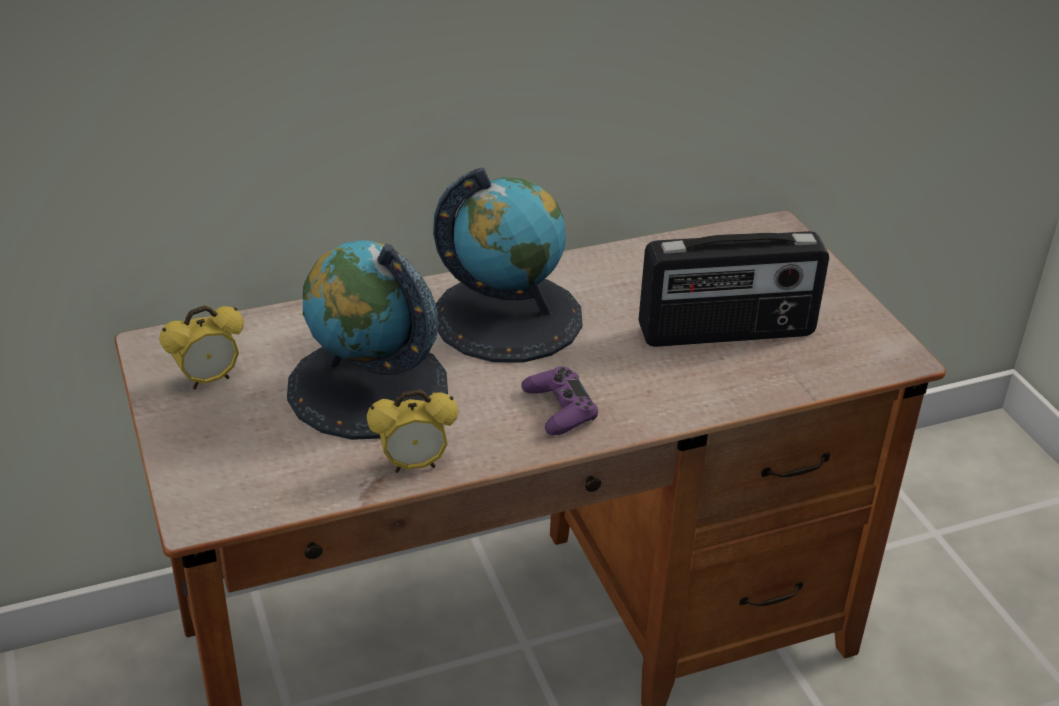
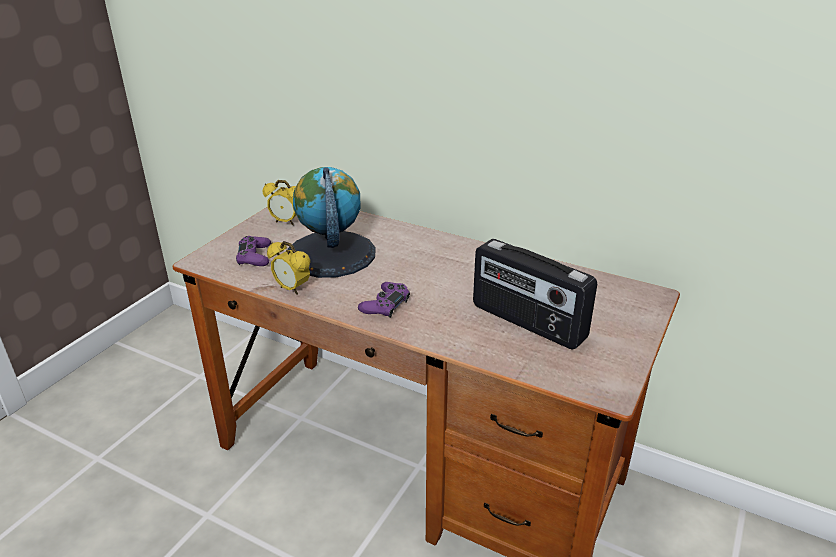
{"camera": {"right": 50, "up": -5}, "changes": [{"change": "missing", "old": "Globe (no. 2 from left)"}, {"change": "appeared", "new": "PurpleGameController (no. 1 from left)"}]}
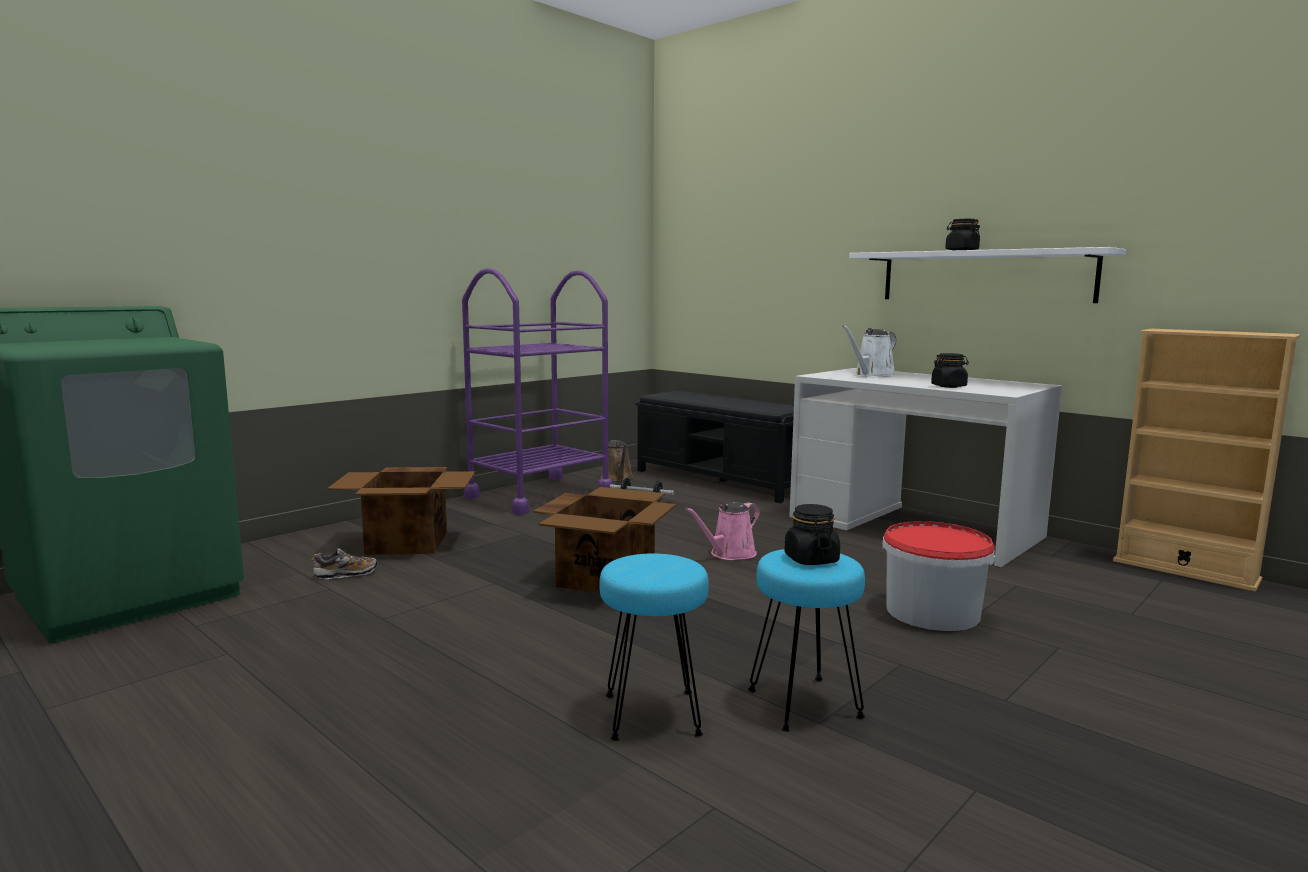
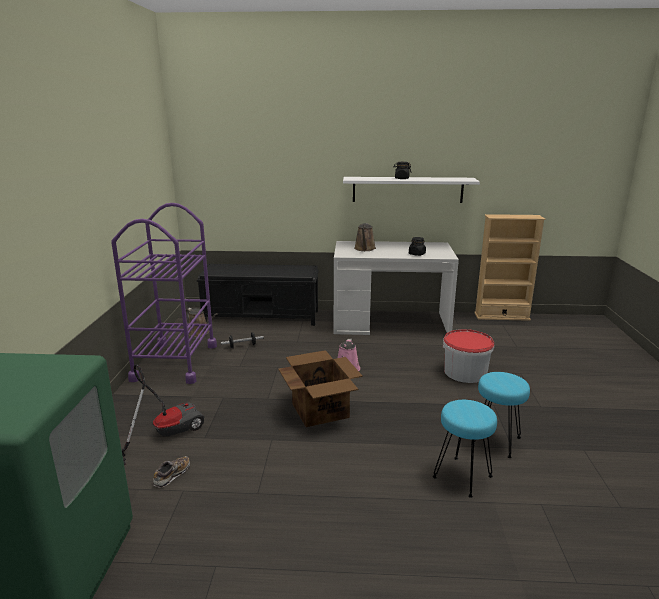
{"camera": {"right": -40, "up": 10}, "changes": [{"change": "exchanged", "old": "CardboardBox (no. 1 from left)", "new": "VacuumCleaner"}, {"change": "missing", "old": "BlackJar (no. 1 from left)"}, {"change": "colour", "old": "WhiteWateringCan", "new": "BrownWateringCan (no. 2 from left)"}]}
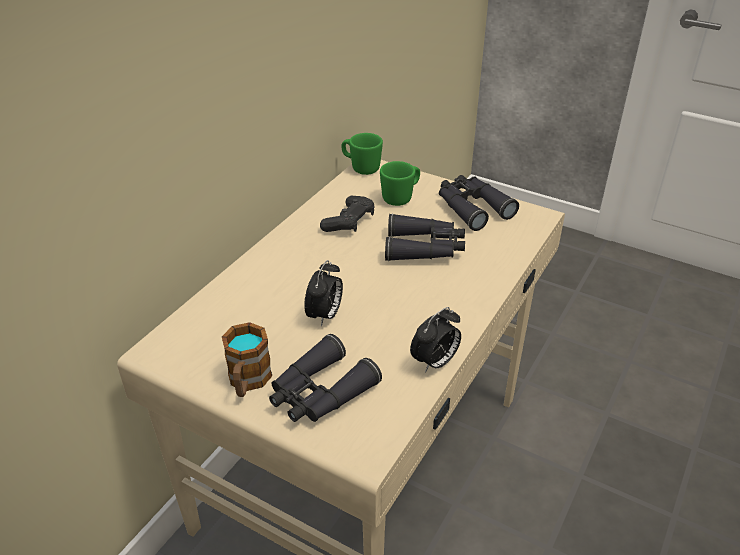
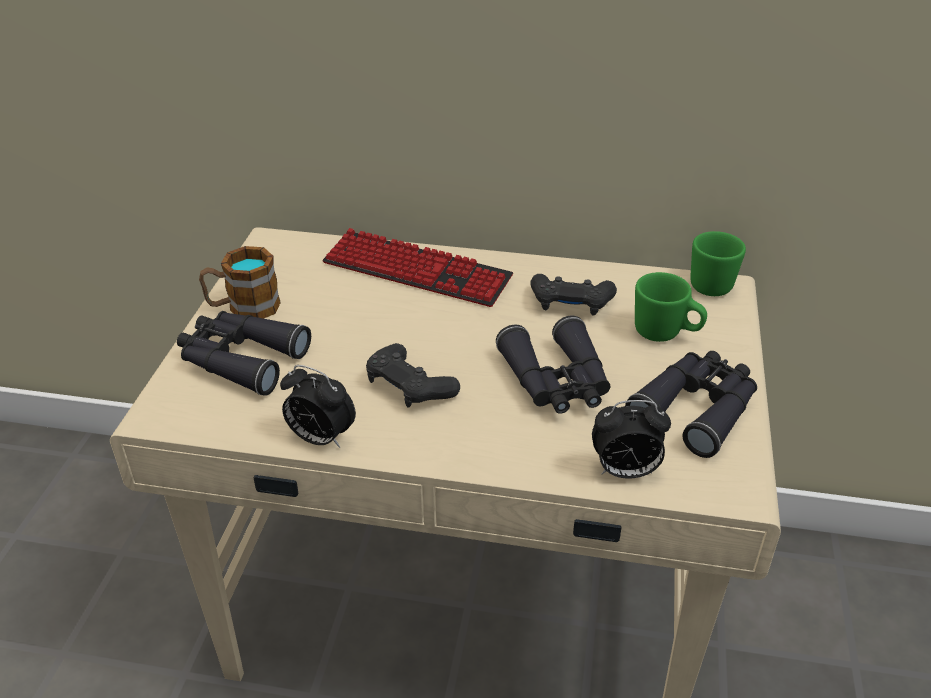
{"camera": {"right": 70, "up": 0}, "changes": [{"change": "relocated", "old": "AlarmClock (no. 1 from left in the first image)", "new": "AlarmClock (no. 2 from left)"}, {"change": "appeared", "new": "Keyboard"}, {"change": "appeared", "new": "BlackGameController (no. 1 from left)"}]}
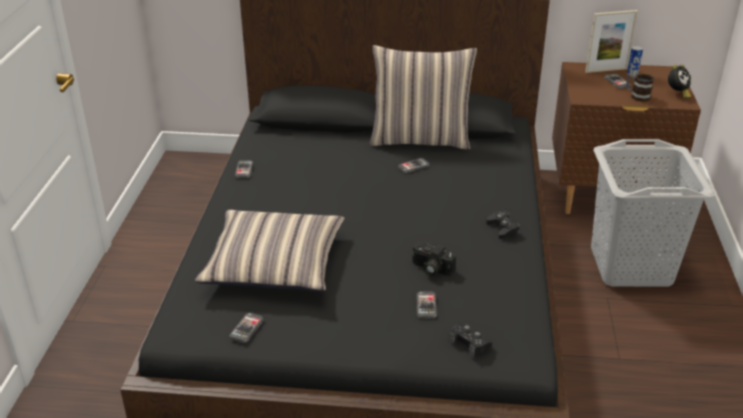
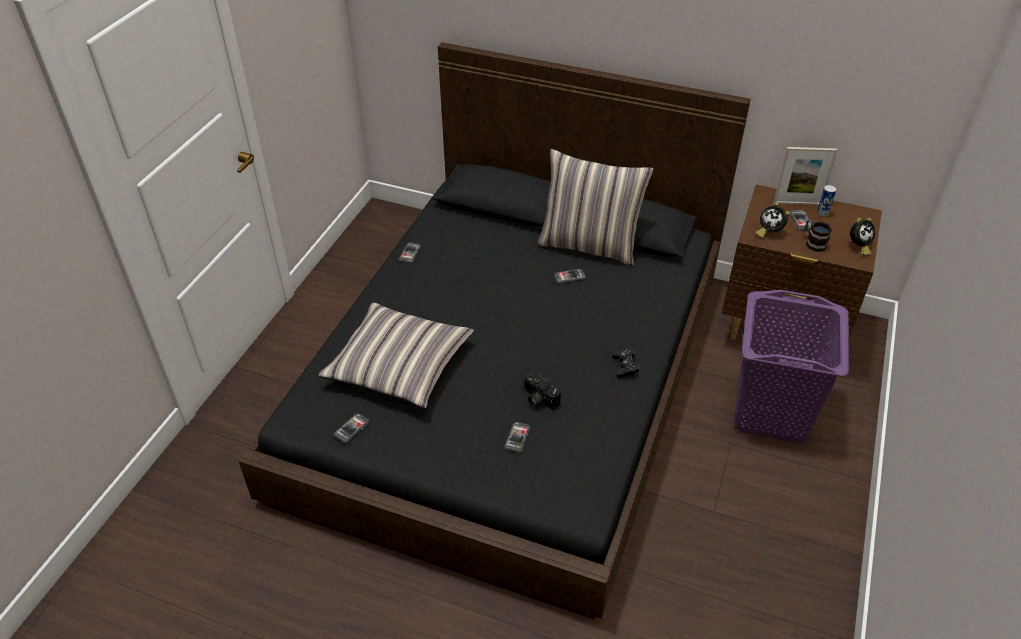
{"camera": {"right": 15, "up": 10}, "changes": [{"change": "missing", "old": "BlackGameController (no. 1 from left)"}, {"change": "colour", "old": "GreyLaundryBasket", "new": "PurpleLaundryBasket"}, {"change": "appeared", "new": "AlarmClock (no. 1 from left)"}]}
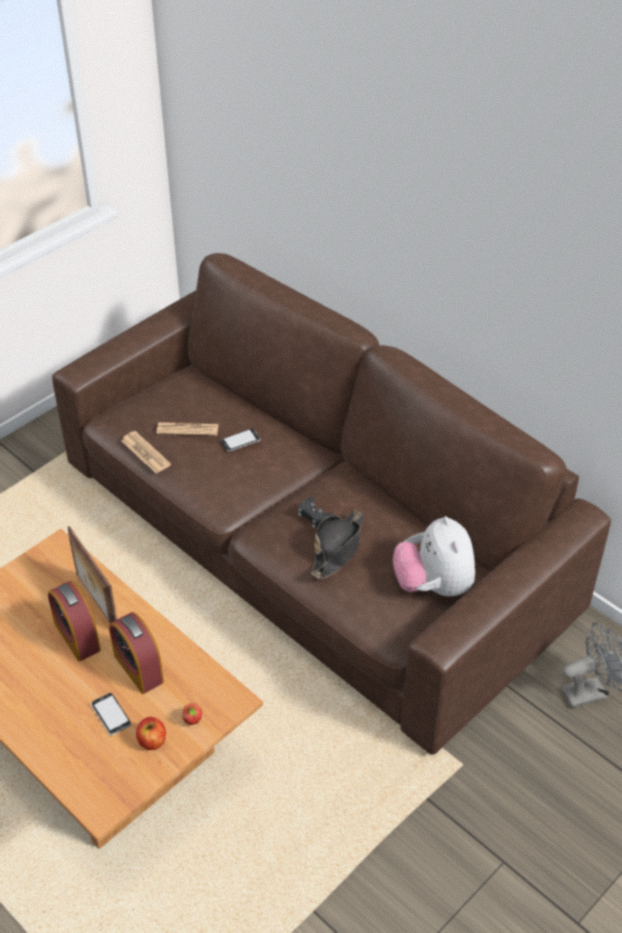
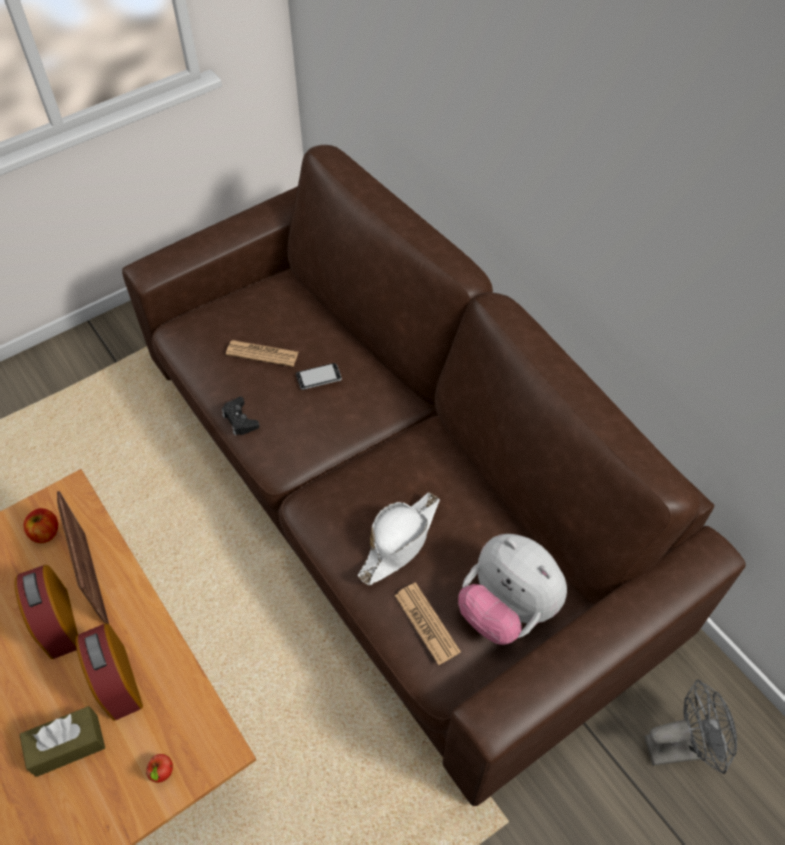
{"camera": {"right": 10, "up": 10}, "changes": [{"change": "exchanged", "old": "Phone (no. 1 from left)", "new": "BrownTissueBox"}, {"change": "relocated", "old": "Newspaper (no. 1 from left in the first image)", "new": "Newspaper (no. 2 from left)"}, {"change": "relocated", "old": "Apple (no. 1 from left)"}, {"change": "relocated", "old": "BlackGameController"}, {"change": "colour", "old": "BlackHat", "new": "WhiteHat"}, {"change": "spun", "old": "PlushToy", "degrees": -45}]}
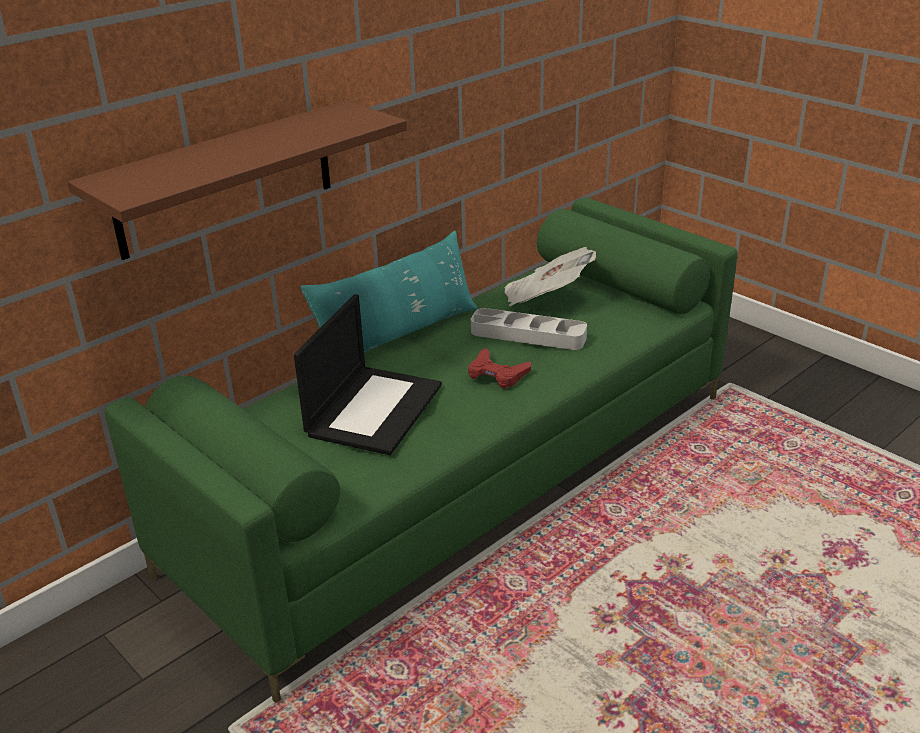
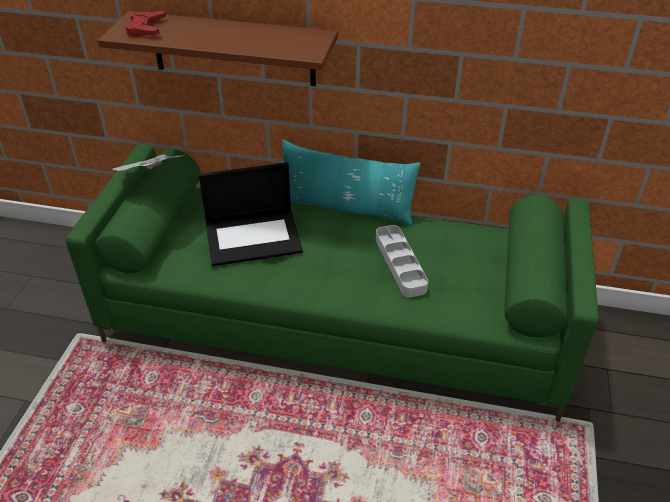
{"camera": {"right": 55, "up": 10}, "changes": [{"change": "relocated", "old": "RedGameController"}, {"change": "relocated", "old": "Newspaper"}]}
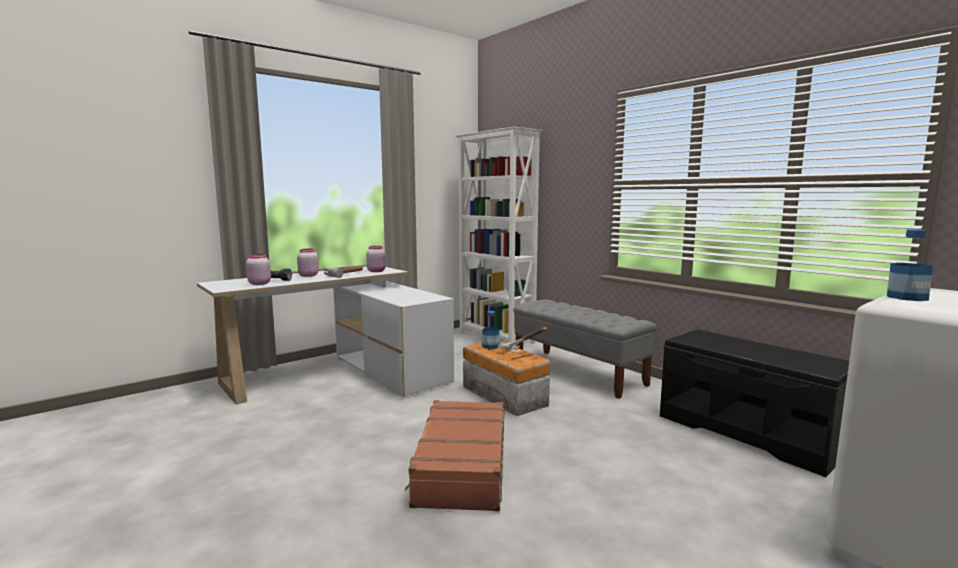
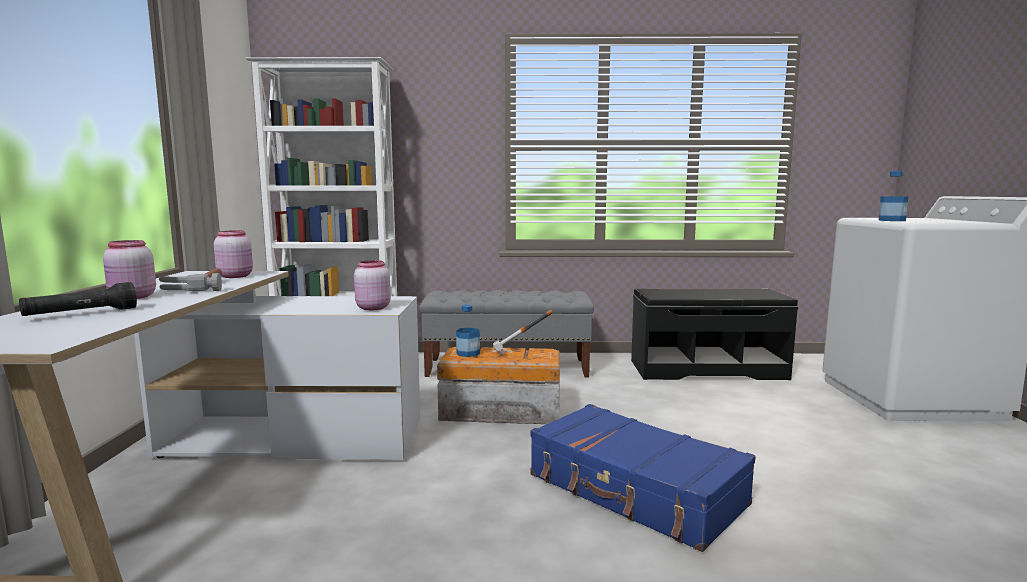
{"camera": {"right": -50, "up": 0}, "changes": [{"change": "relocated", "old": "PinkJar (no. 1 from left in the first image)", "new": "PinkJar (no. 3 from left)"}, {"change": "colour", "old": "BrownSuitcase", "new": "BlueSuitcase"}]}
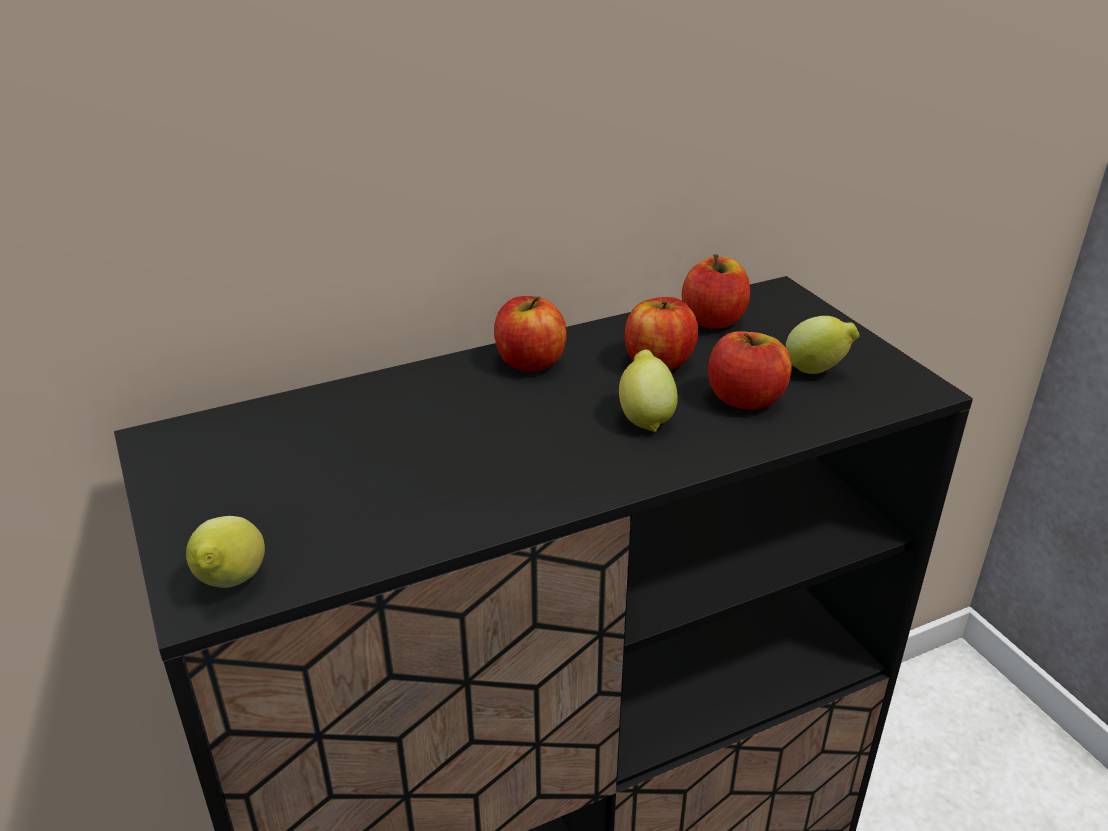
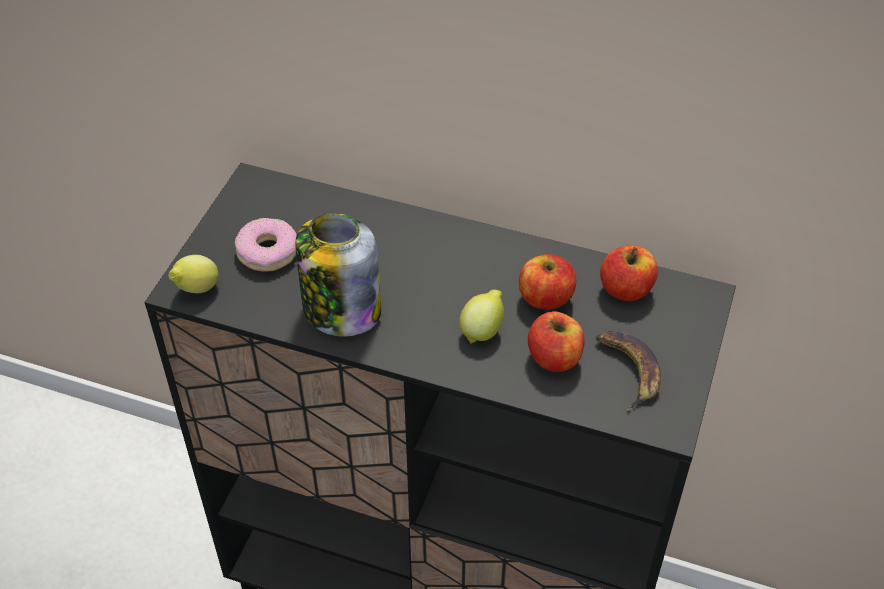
{"camera": {"right": 45, "up": 15}, "changes": [{"change": "missing", "old": "Apple (no. 1 from left)"}, {"change": "exchanged", "old": "Lemon (no. 3 from left)", "new": "Banana"}, {"change": "appeared", "new": "Donut"}, {"change": "appeared", "new": "Jar"}]}
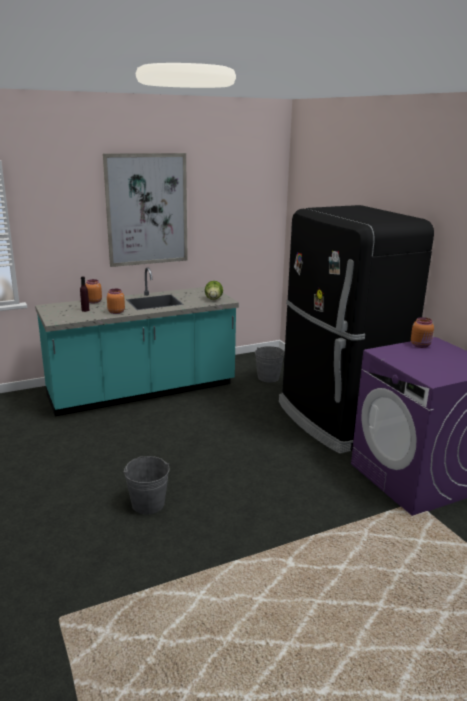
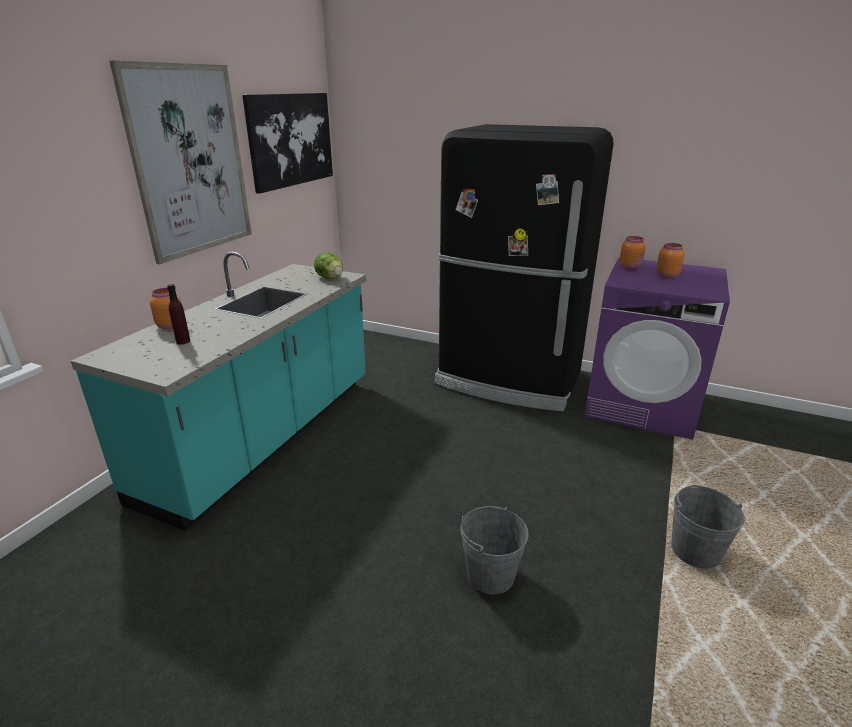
{"camera": {"right": -40, "up": 5}, "changes": [{"change": "relocated", "old": "OrangeJar (no. 2 from left in the first image)", "new": "OrangeJar (no. 3 from left)"}, {"change": "relocated", "old": "GreyBucket (no. 2 from left)"}, {"change": "appeared", "new": "Picture (no. 2 from left)"}]}
